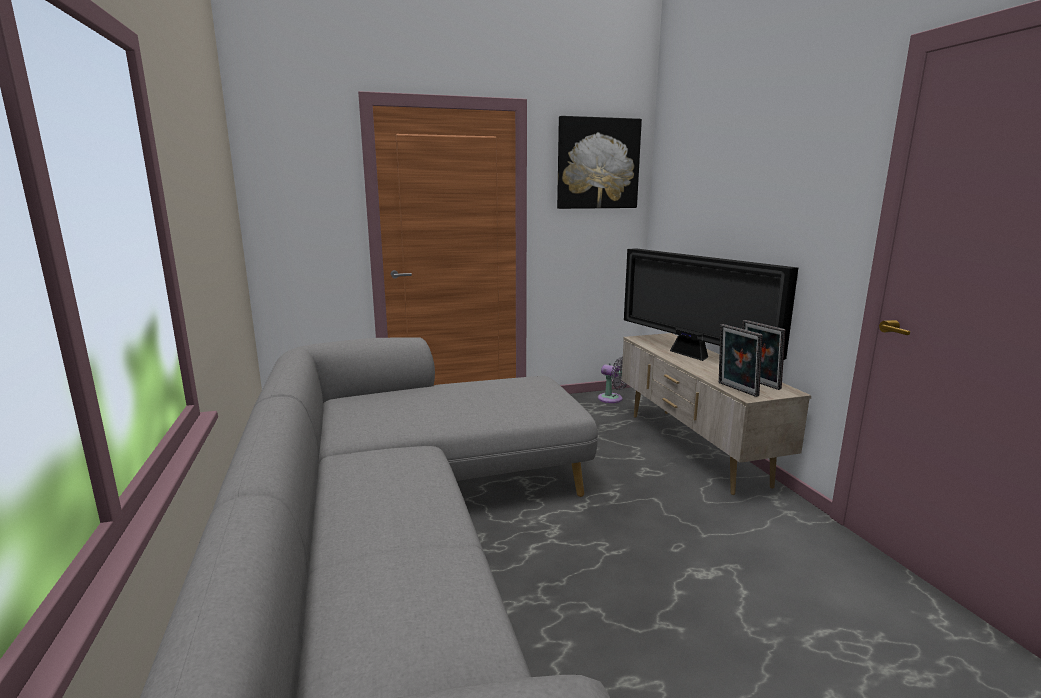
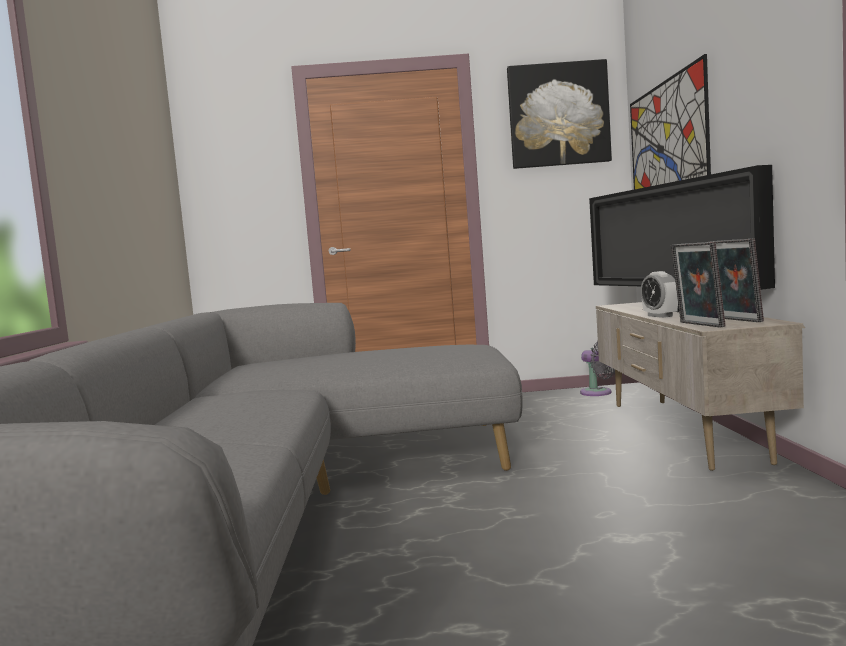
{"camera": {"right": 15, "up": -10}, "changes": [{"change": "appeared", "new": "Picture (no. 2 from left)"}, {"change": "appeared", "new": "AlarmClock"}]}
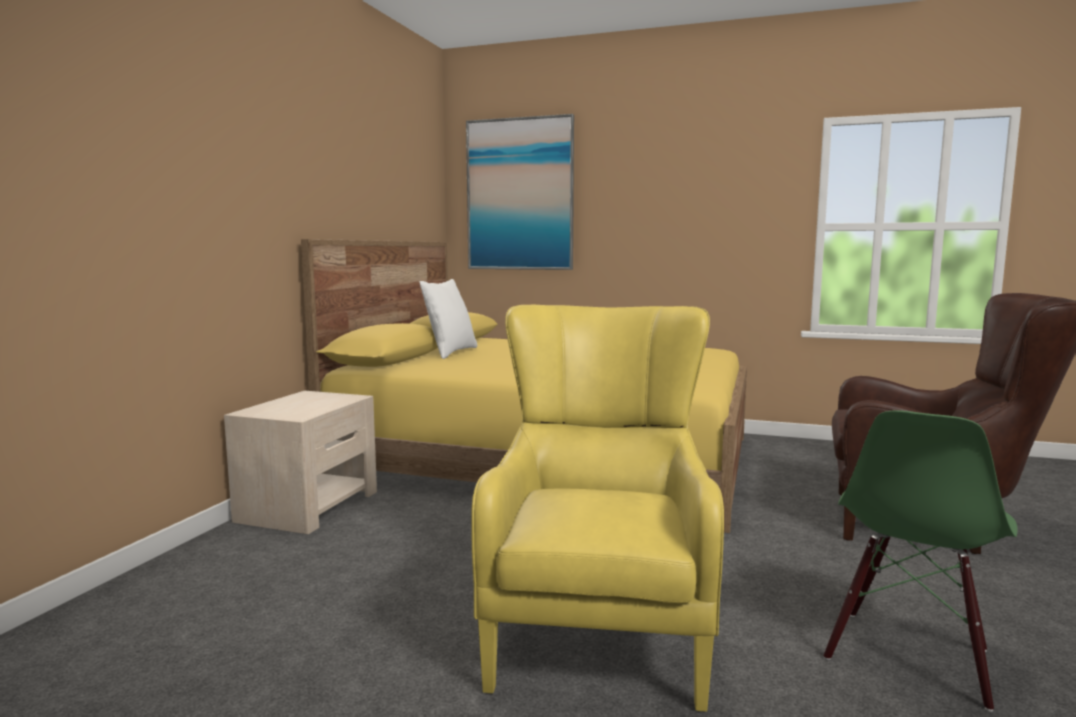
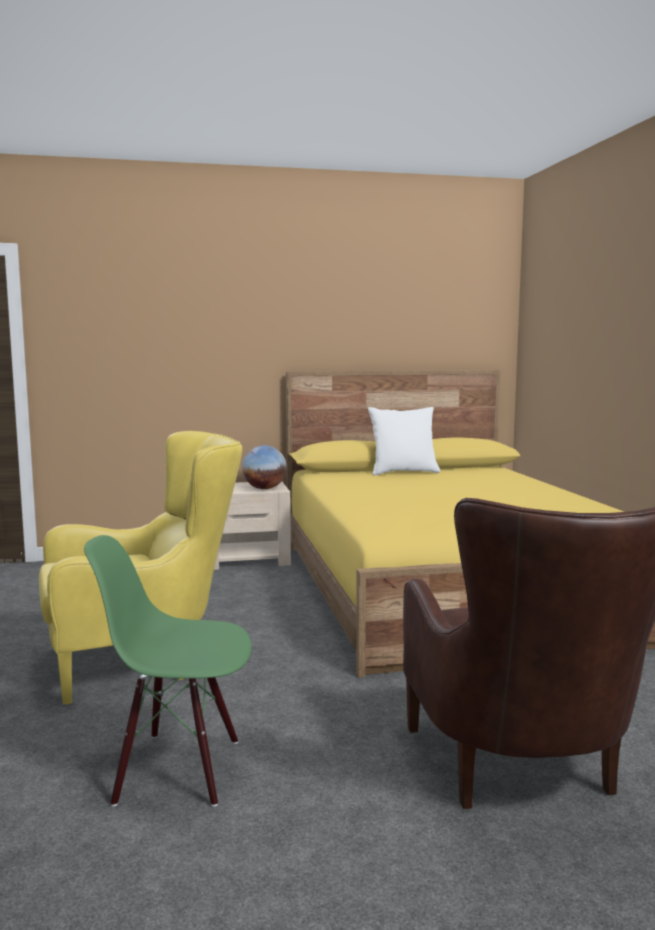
{"camera": {"right": 60, "up": 0}, "changes": [{"change": "missing", "old": "Picture"}, {"change": "appeared", "new": "Globe"}]}
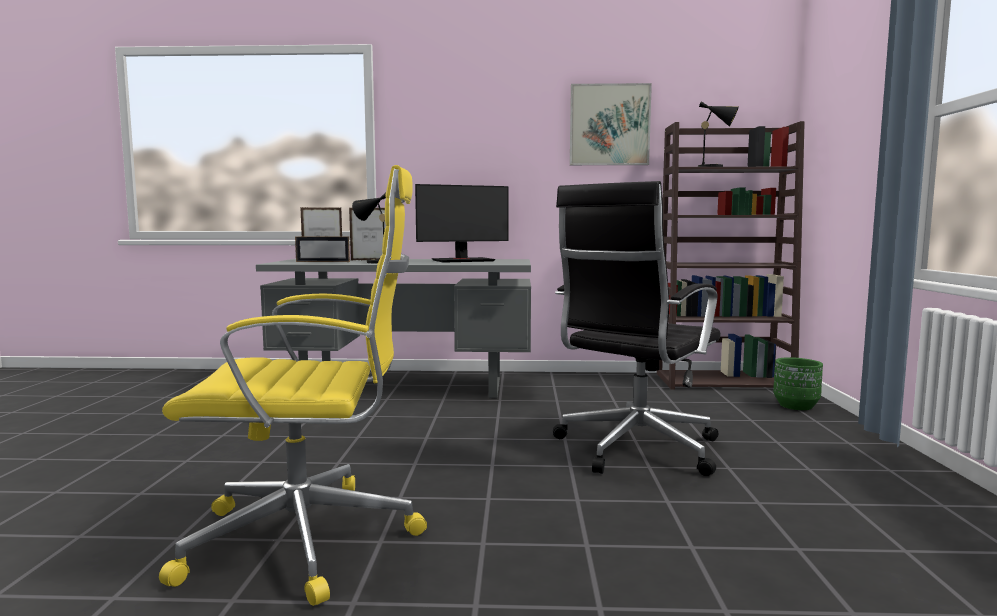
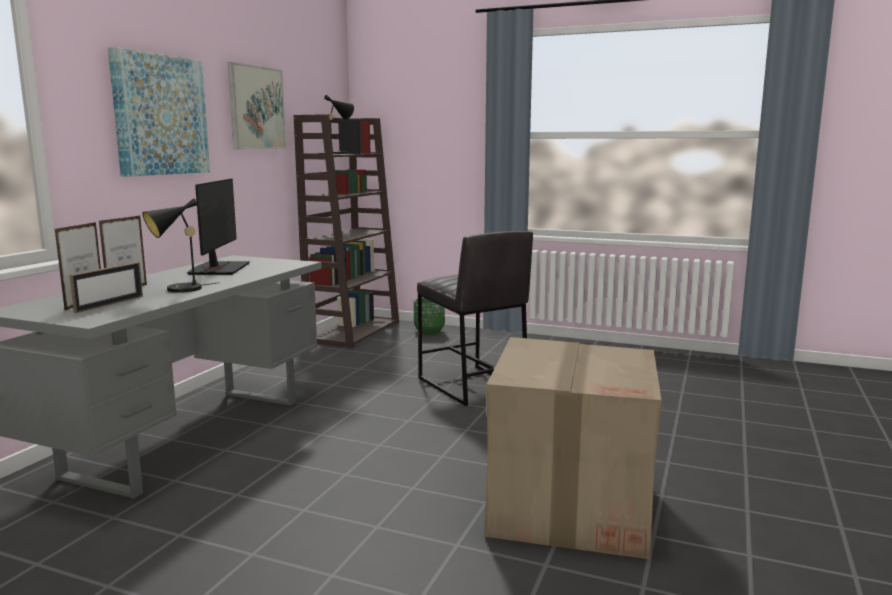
{"camera": {"right": -70, "up": 5}, "changes": [{"change": "exchanged", "old": "YellowOfficeChair", "new": "CardboardBox"}, {"change": "exchanged", "old": "BlackOfficeChair", "new": "GreyStool"}, {"change": "appeared", "new": "Picture (no. 1 from left)"}]}
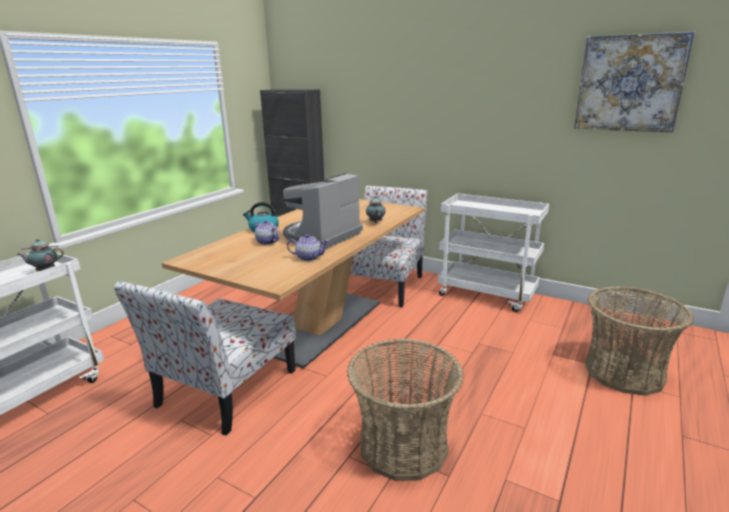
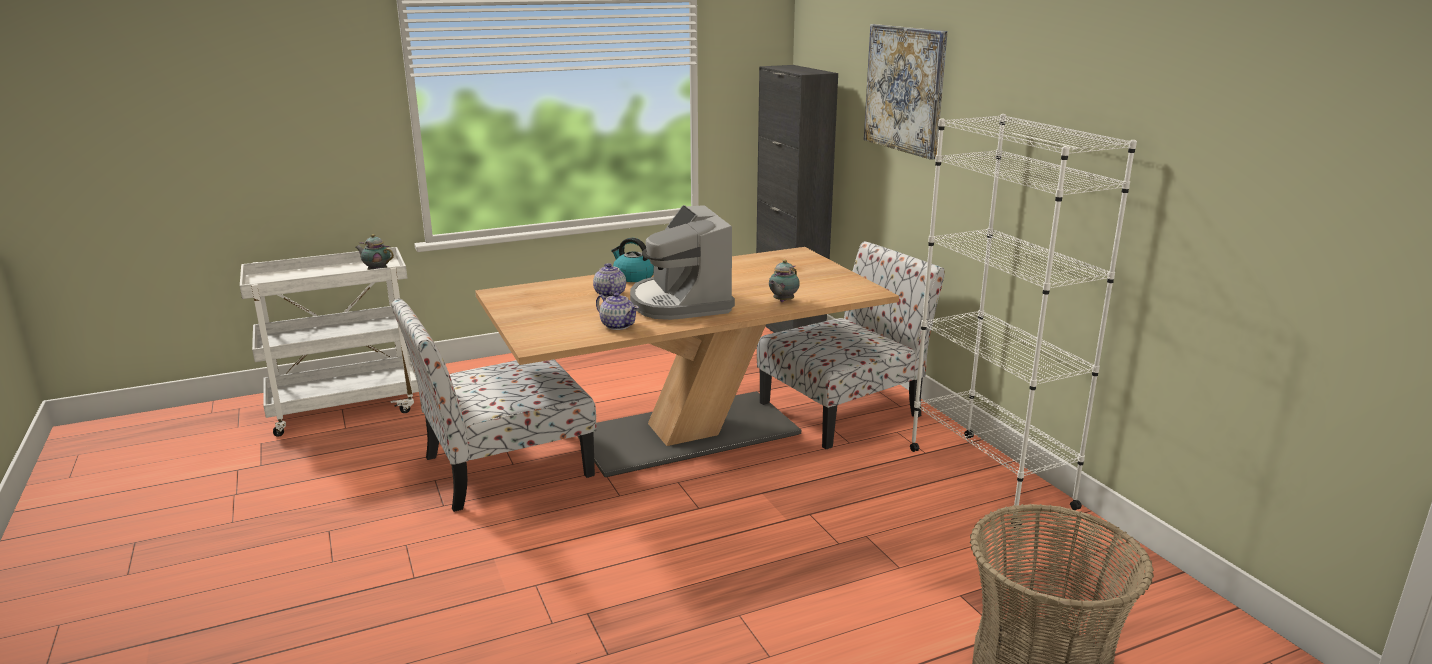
{"camera": {"right": 35, "up": 0}, "changes": [{"change": "spun", "old": "CoffeeMachine", "degrees": -90}, {"change": "missing", "old": "Basket (no. 1 from left)"}, {"change": "exchanged", "old": "WhiteCart (no. 2 from left)", "new": "WhiteBookcase"}, {"change": "relocated", "old": "Picture"}]}
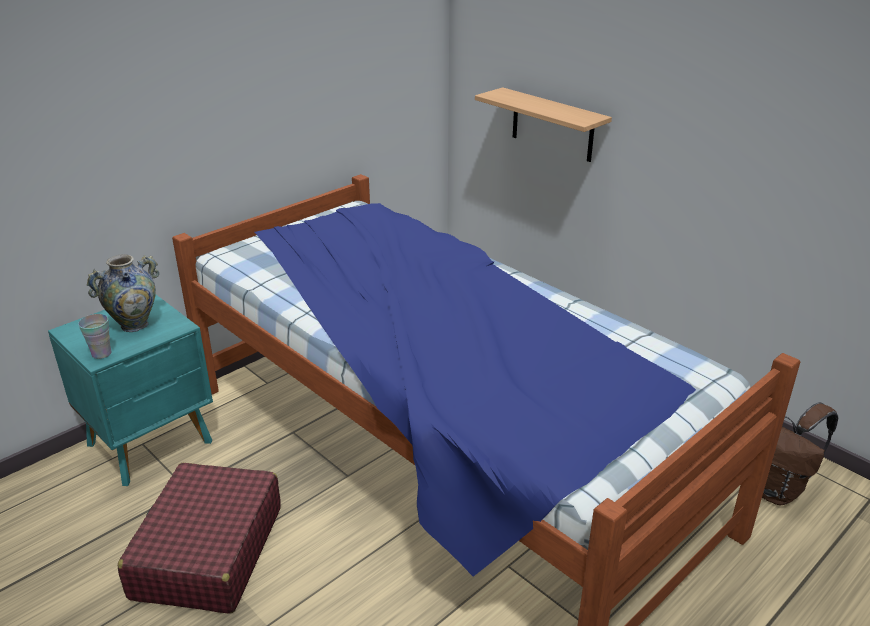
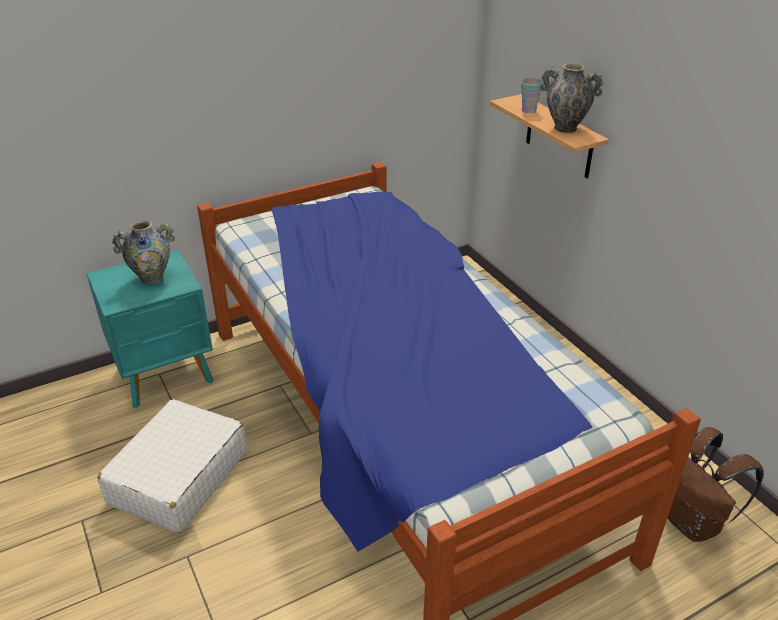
{"camera": {"right": 15, "up": 5}, "changes": [{"change": "relocated", "old": "Cup"}, {"change": "colour", "old": "RedSuitcase", "new": "WhiteSuitcase"}, {"change": "appeared", "new": "Vase (no. 2 from left)"}]}
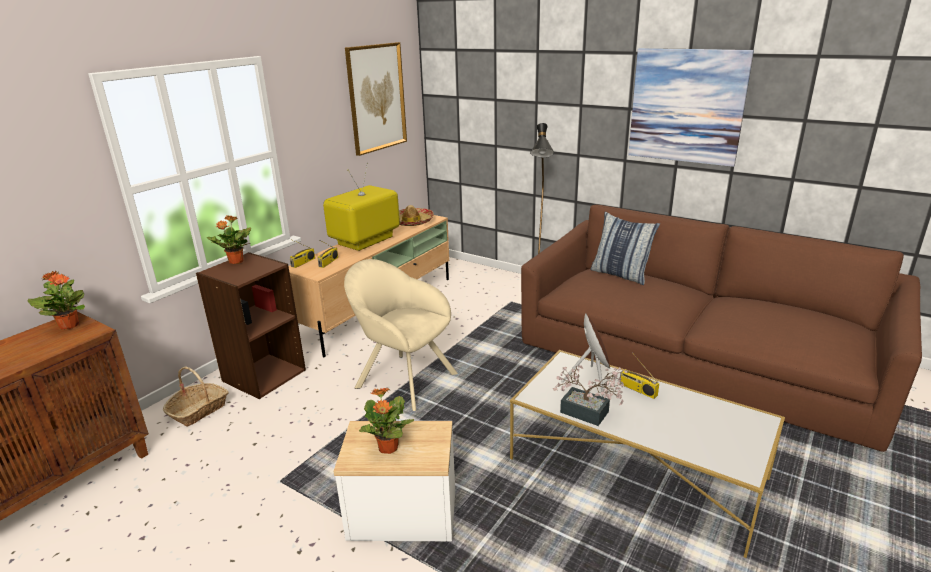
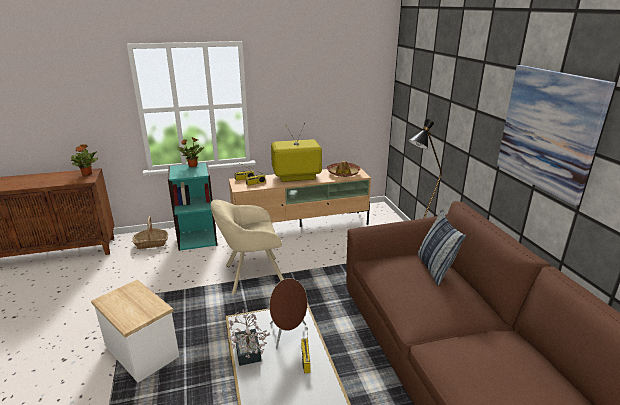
{"camera": {"right": 40, "up": 0}, "changes": [{"change": "colour", "old": "BrownBookcase", "new": "TurquoiseBookcase"}, {"change": "spun", "old": "BeigeArmchair", "degrees": -90}, {"change": "missing", "old": "Picture (no. 1 from left)"}, {"change": "missing", "old": "PottedPlant (no. 3 from left)"}]}
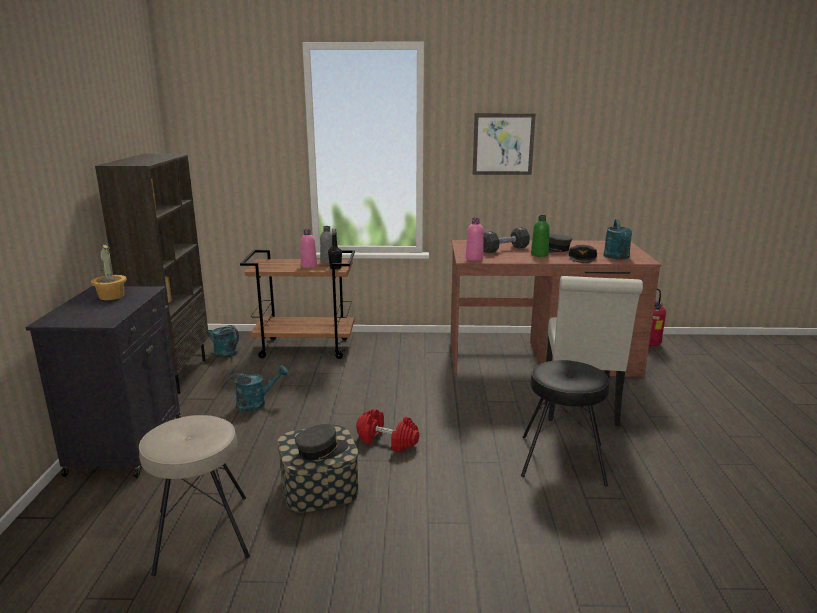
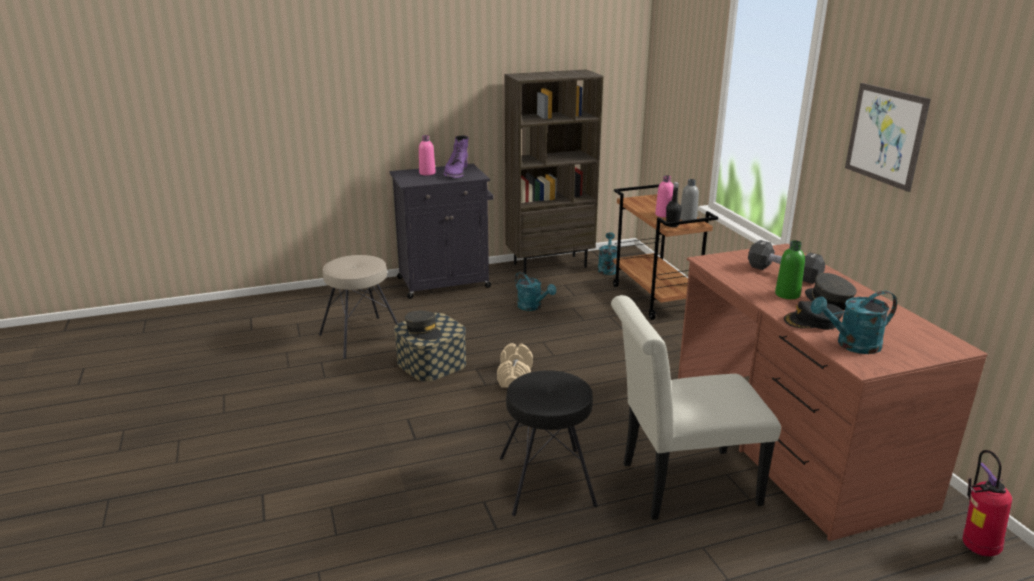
{"camera": {"right": 70, "up": 5}, "changes": [{"change": "exchanged", "old": "PottedPlant", "new": "PurpleBoot"}, {"change": "colour", "old": "RedDumbbell", "new": "BeigeDumbbell"}, {"change": "relocated", "old": "PinkBottle (no. 2 from left in the first image)", "new": "PinkBottle (no. 1 from left)"}]}
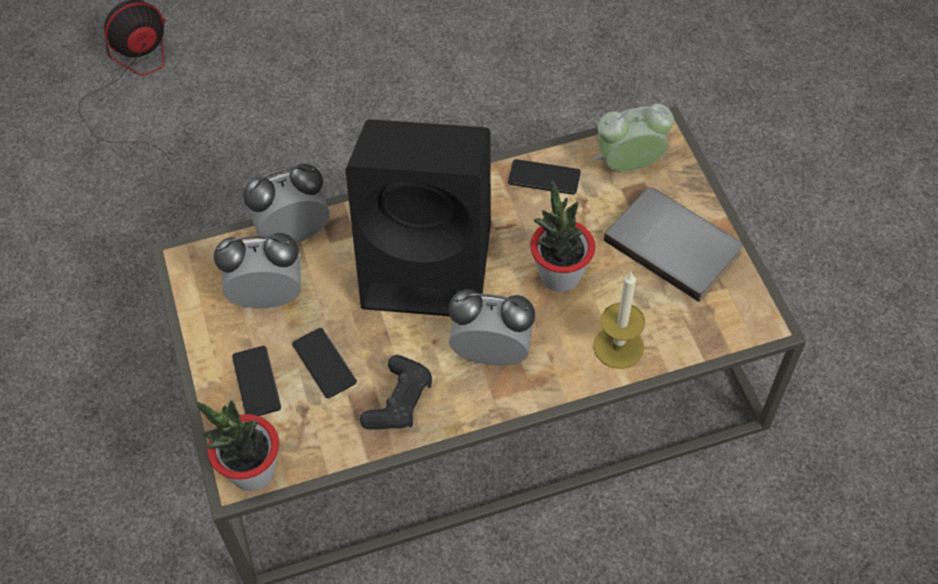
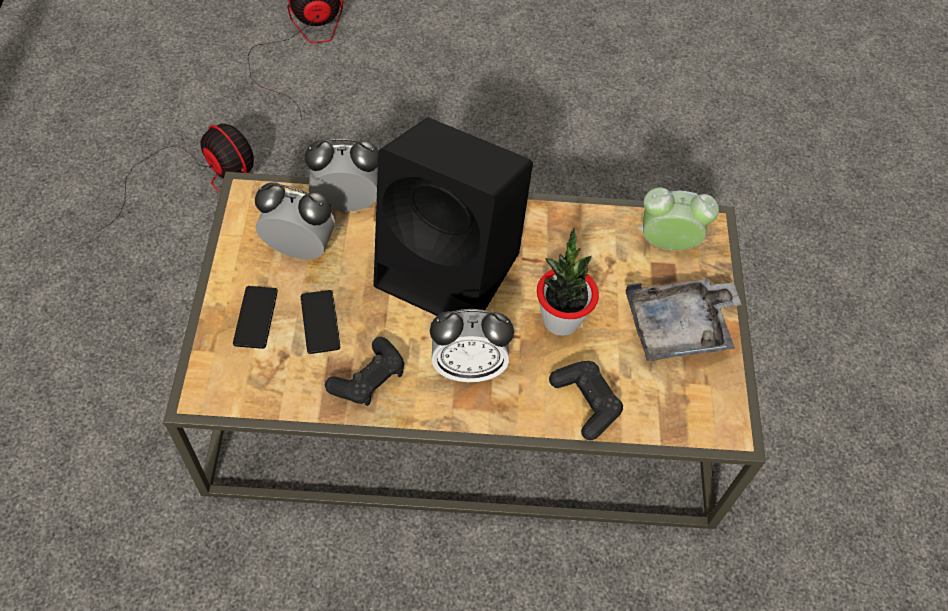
{"camera": {"right": 15, "up": 0}, "changes": [{"change": "missing", "old": "PottedPlant (no. 1 from left)"}, {"change": "spun", "old": "AlarmClock (no. 3 from left)", "degrees": 150}, {"change": "missing", "old": "Phone (no. 3 from left)"}, {"change": "exchanged", "old": "Candle", "new": "BlackGameController (no. 2 from left)"}, {"change": "exchanged", "old": "GreyBook", "new": "GreyTray"}, {"change": "appeared", "new": "Fan (no. 1 from left)"}]}
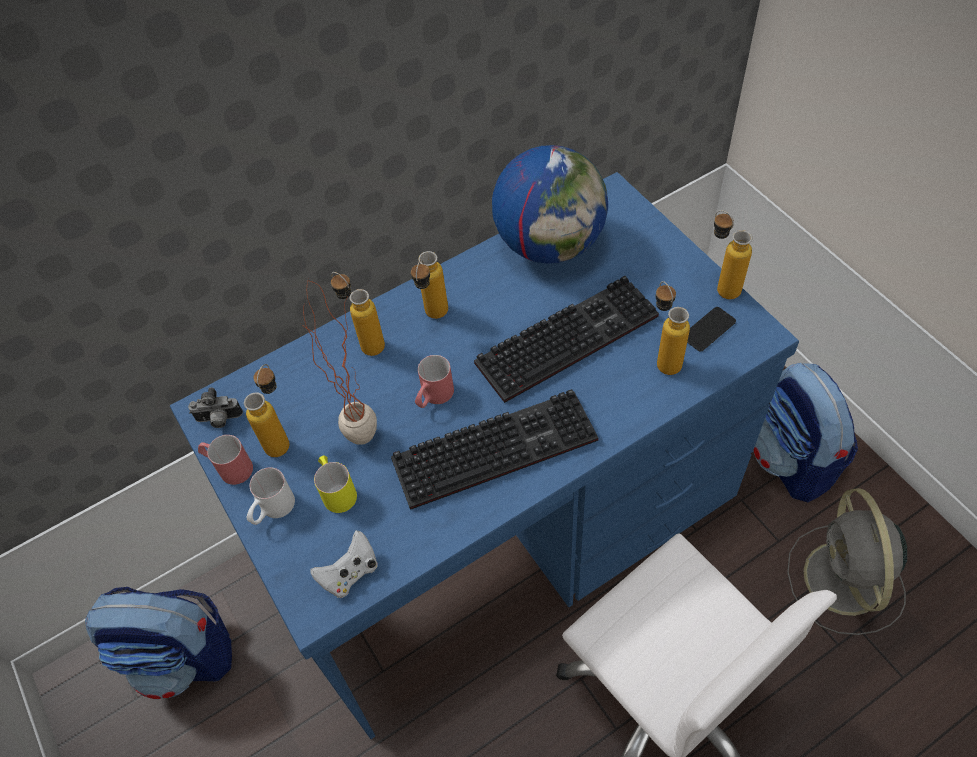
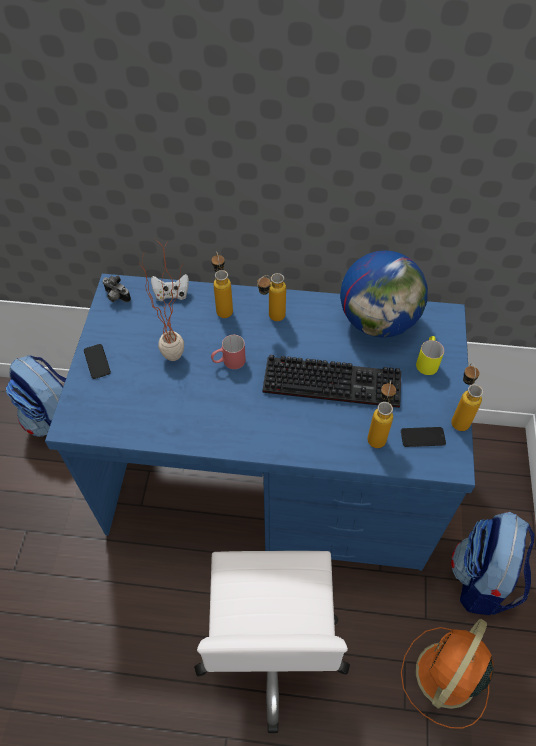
{"camera": {"right": 35, "up": 0}, "changes": [{"change": "missing", "old": "RedMug (no. 1 from left)"}, {"change": "missing", "old": "Bottle (no. 1 from left)"}, {"change": "exchanged", "old": "WhiteMug", "new": "Phone (no. 1 from left)"}, {"change": "relocated", "old": "WhiteGameController"}, {"change": "relocated", "old": "YellowMug"}, {"change": "missing", "old": "Keyboard (no. 1 from left)"}, {"change": "colour", "old": "GreyFan", "new": "OrangeFan"}]}
